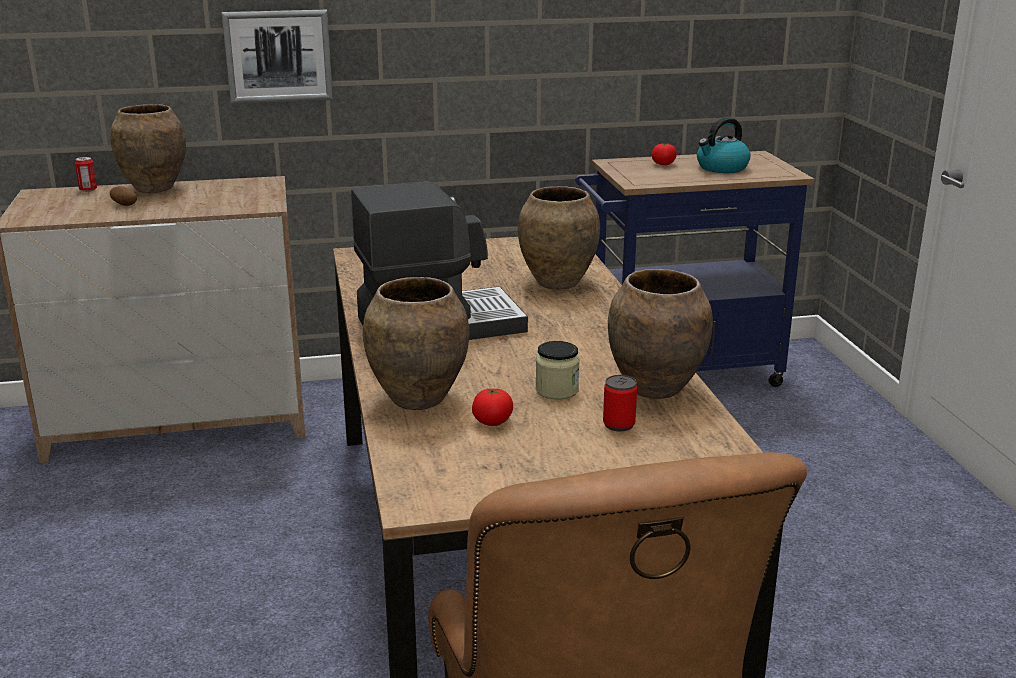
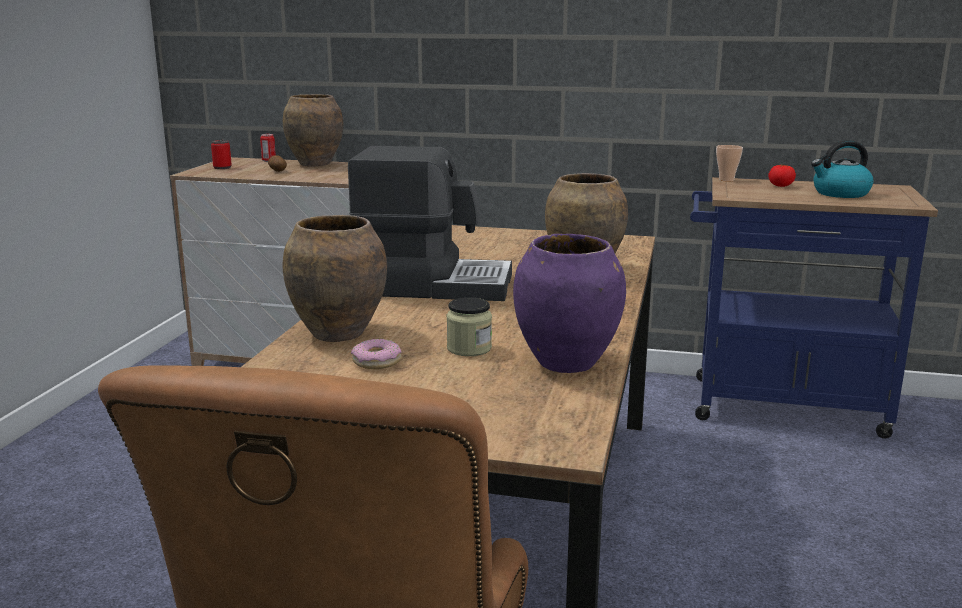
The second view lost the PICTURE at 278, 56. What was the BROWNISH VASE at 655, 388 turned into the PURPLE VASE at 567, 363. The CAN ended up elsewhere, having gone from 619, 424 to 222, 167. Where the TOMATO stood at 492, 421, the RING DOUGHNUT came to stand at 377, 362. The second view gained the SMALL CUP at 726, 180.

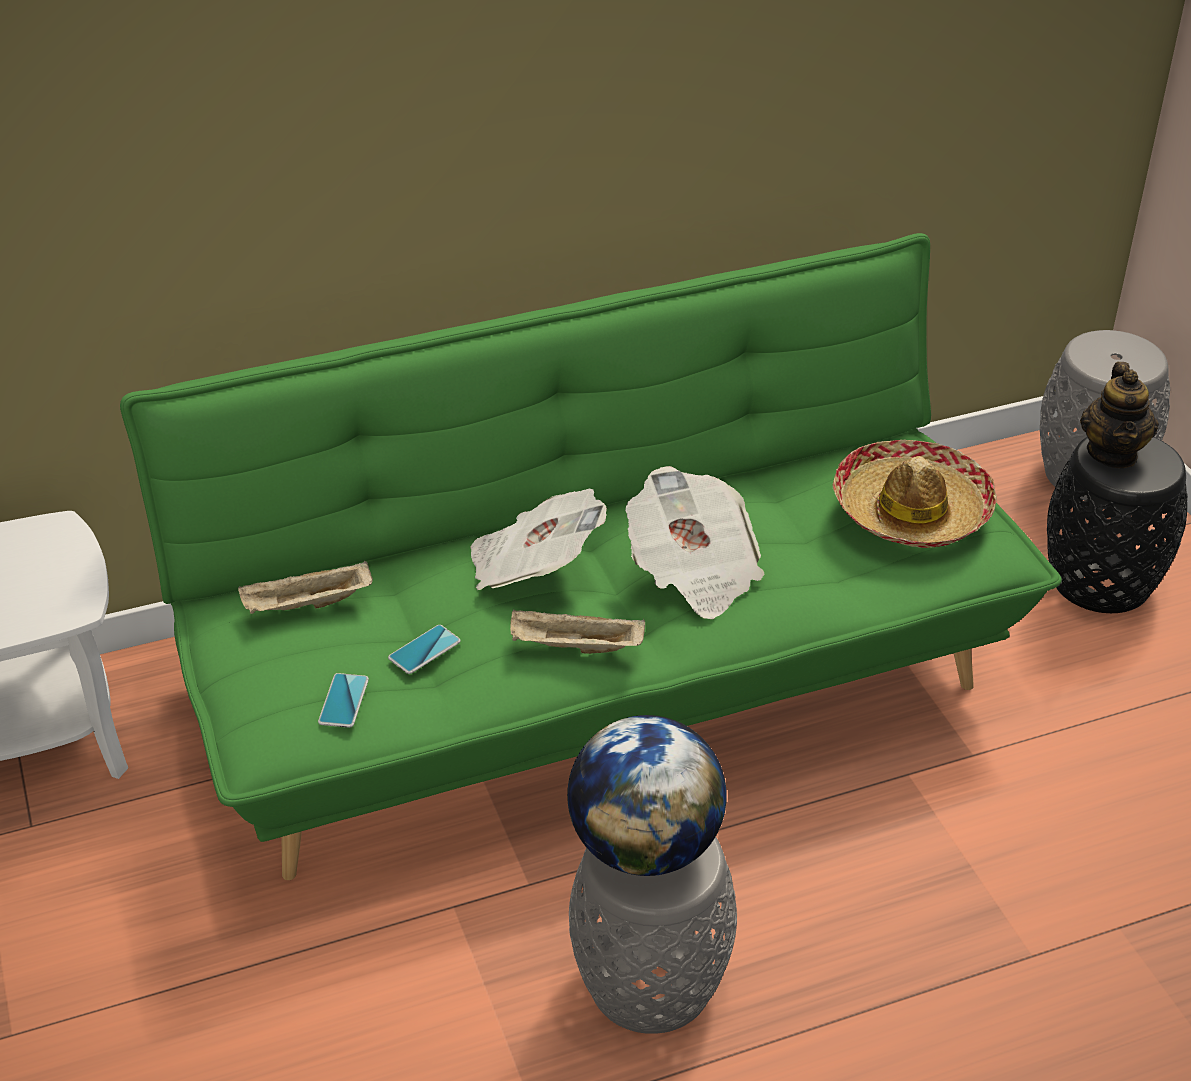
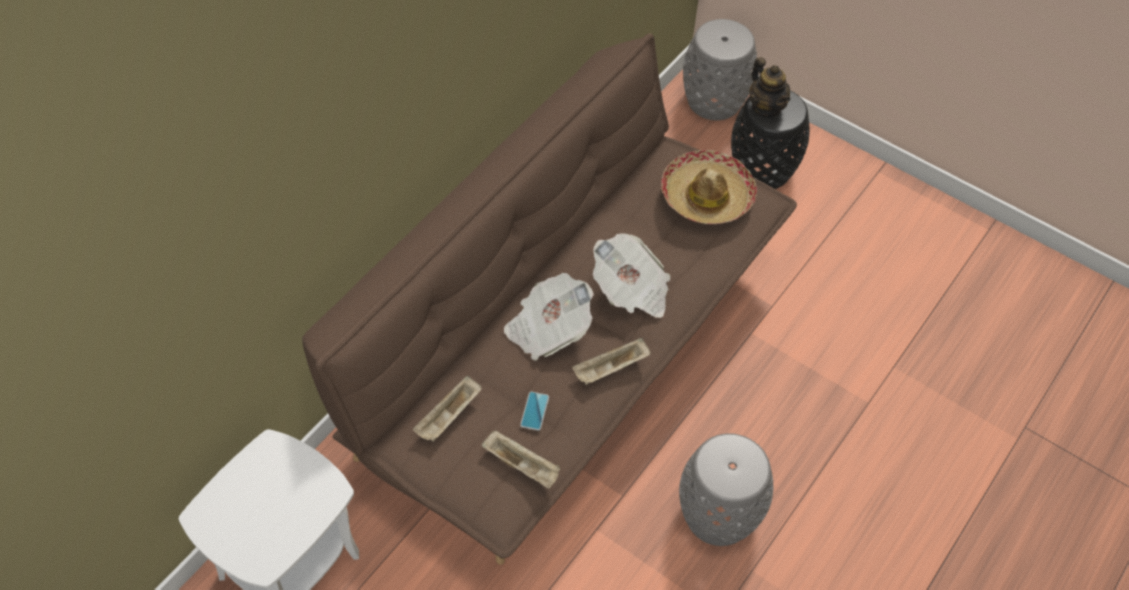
What was the GREENISH SETTEE at 595, 677 turned into the BROWNISH SETTEE at 561, 356. Where the TELEPHONE stood at 343, 701, the BEIGE TRAY came to stand at 522, 466. The second view lost the GLOBE at 645, 846.

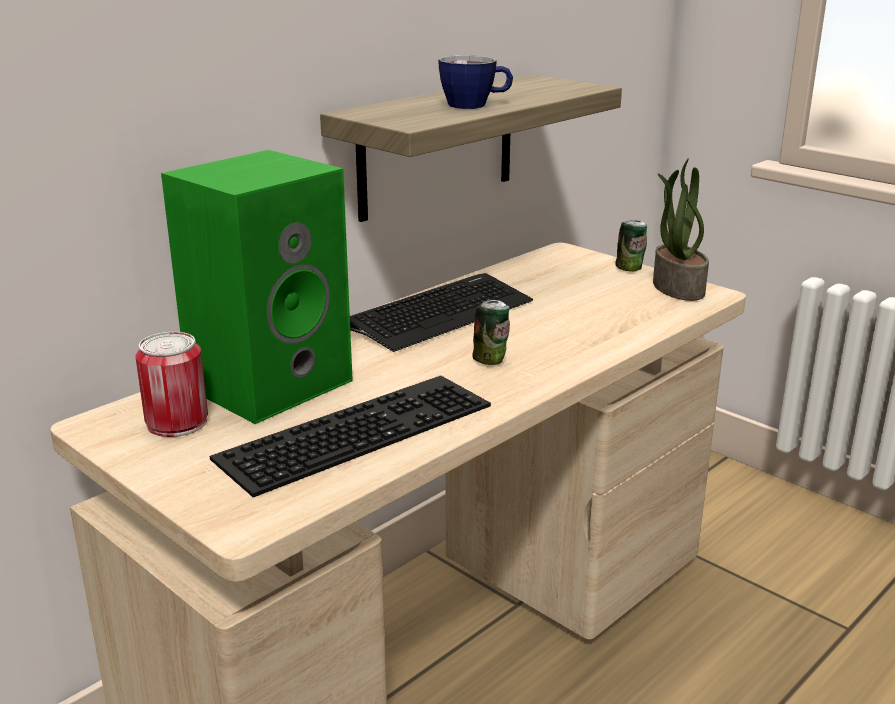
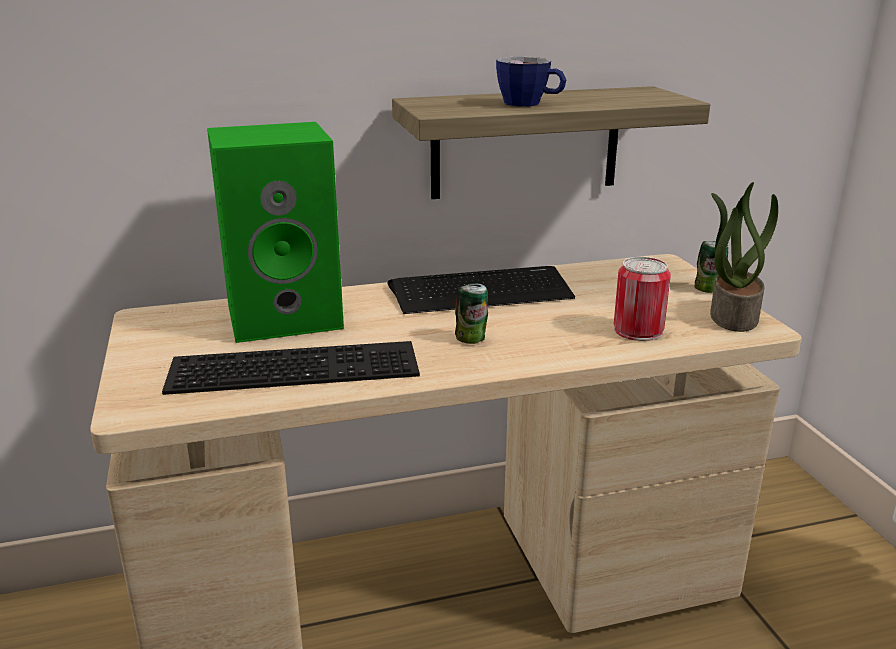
The CAN ended up elsewhere, having gone from 177, 422 to 638, 330.

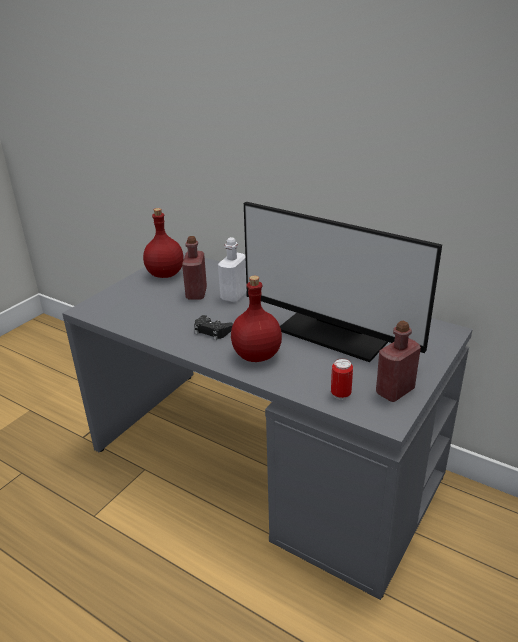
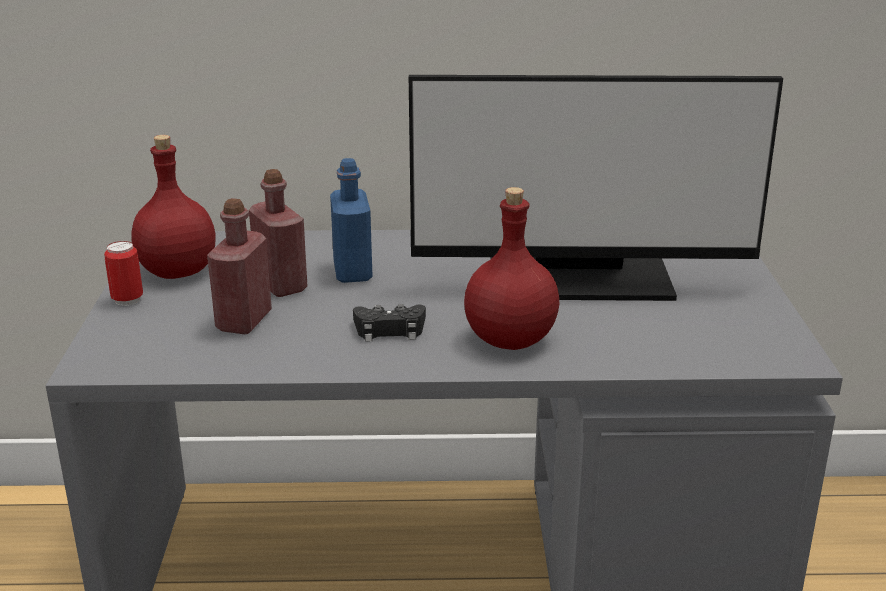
What was the WHITE BEVERAGE BOTTLE at 234, 295 turned into the BLUE-COLOURED BEVERAGE BOTTLE at 352, 272. The RED-COLOURED BEVERAGE BOTTLE ended up elsewhere, having gone from 395, 391 to 244, 321. The CAN ended up elsewhere, having gone from 340, 394 to 127, 300.

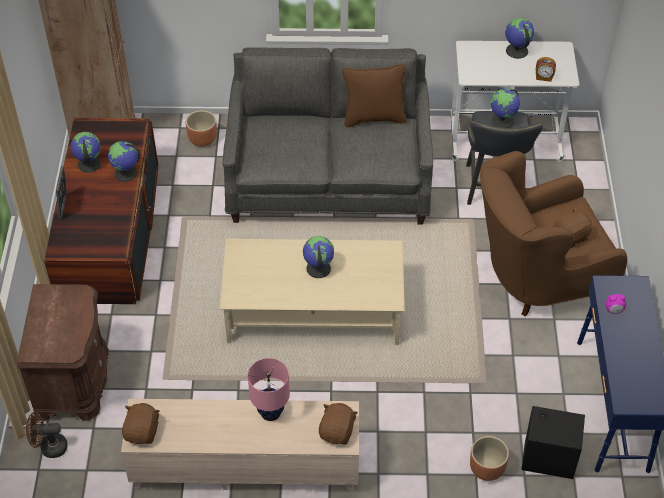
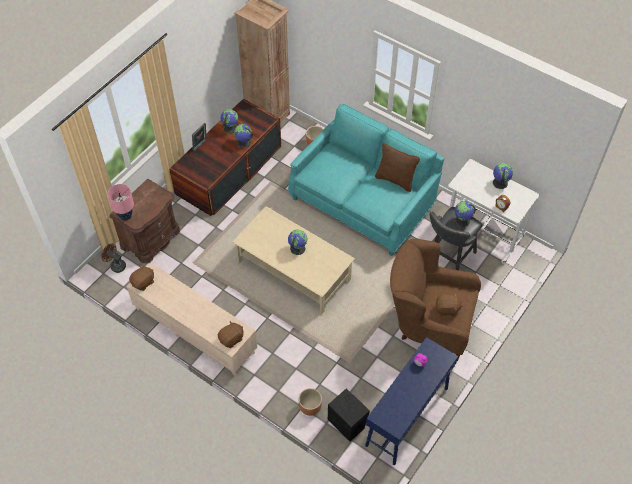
What was the GREYISH SETTEE at 329, 177 turned into the TURQUOISE-COLOURED SETTEE at 363, 201. The PINK TABLETOP LAMP ended up elsewhere, having gone from 270, 412 to 125, 215.

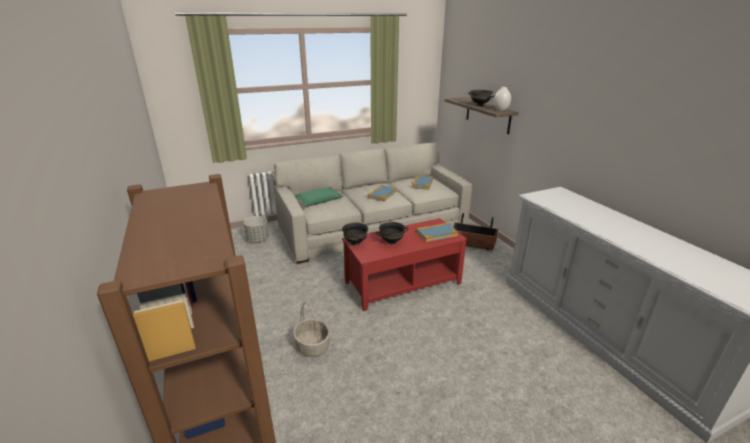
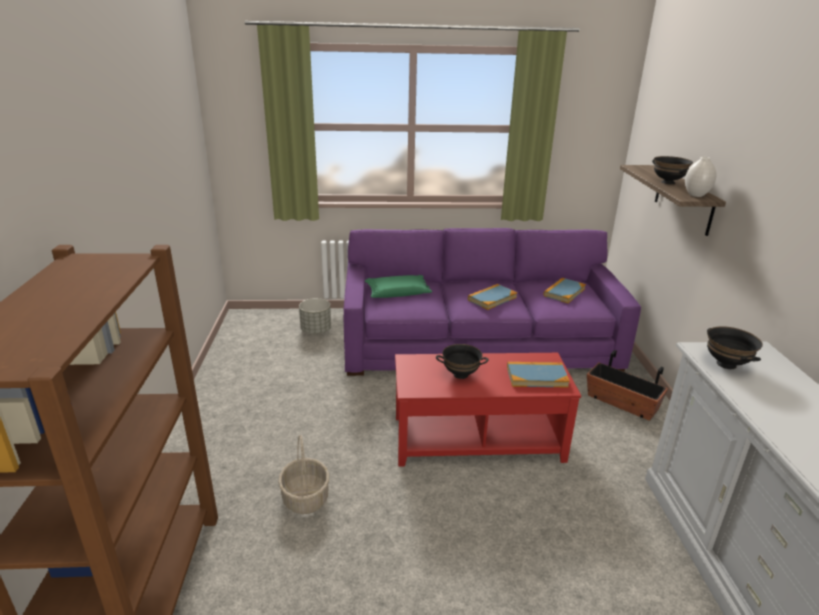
What was the BEIGE SETTEE at 373, 227 turned into the PURPLE SETTEE at 478, 343. The BLACK-COLOURED DEEP DISH ended up elsewhere, having gone from 355, 242 to 726, 364.

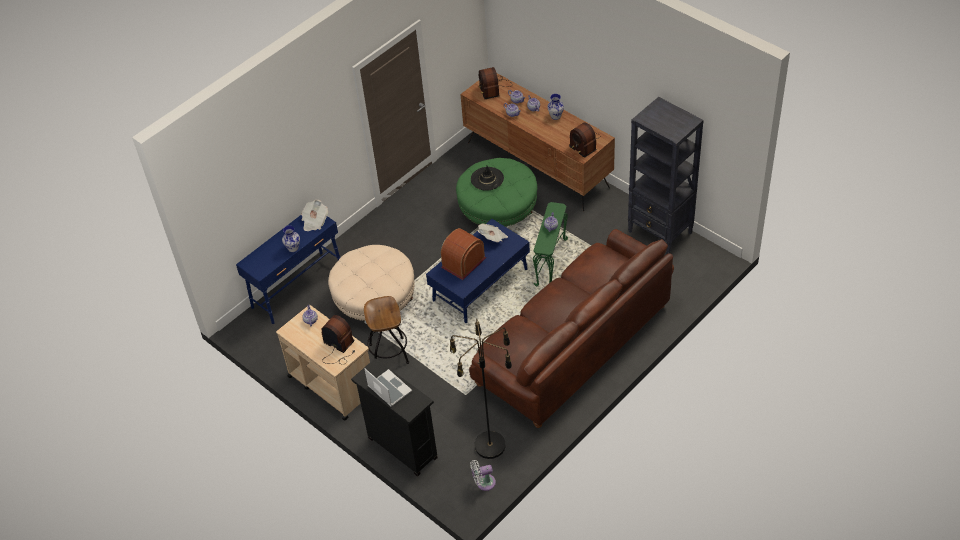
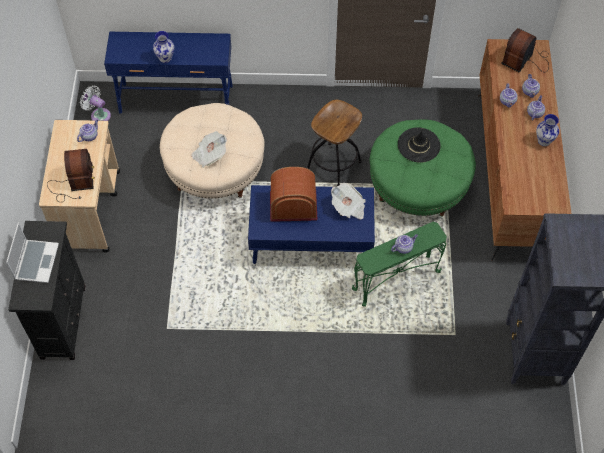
The second view lost the RADIO SET at 584, 143. The NEWSPAPER ended up elsewhere, having gone from 314, 221 to 209, 155. The second view lost the BROWNISH SETTEE at 572, 344. The BROWNISH STOOL SEAT ended up elsewhere, having gone from 389, 353 to 334, 164. The second view lost the STANDING LAMP at 490, 445. The WHITE ELECTRIC FAN ended up elsewhere, having gone from 483, 483 to 99, 115.

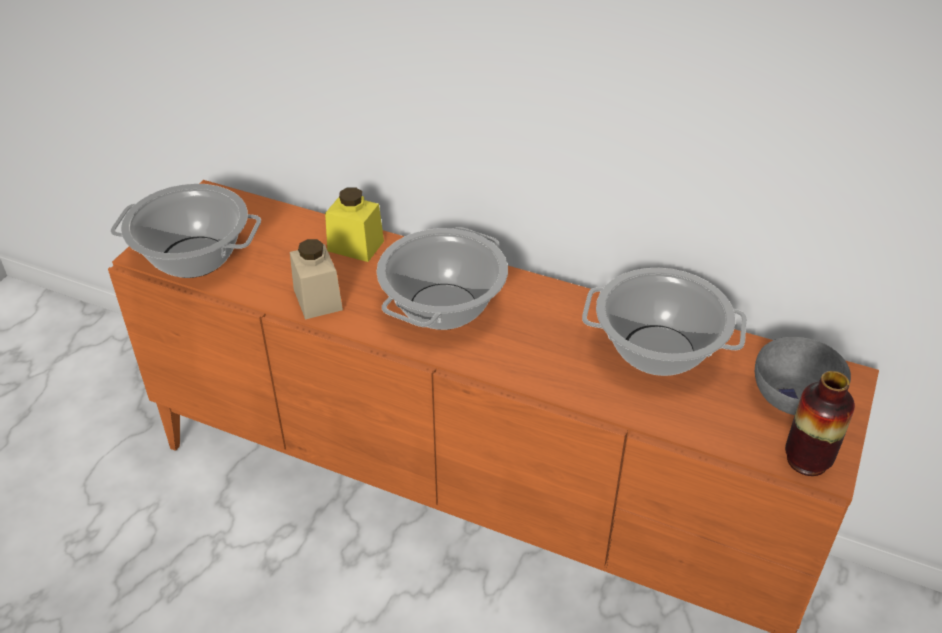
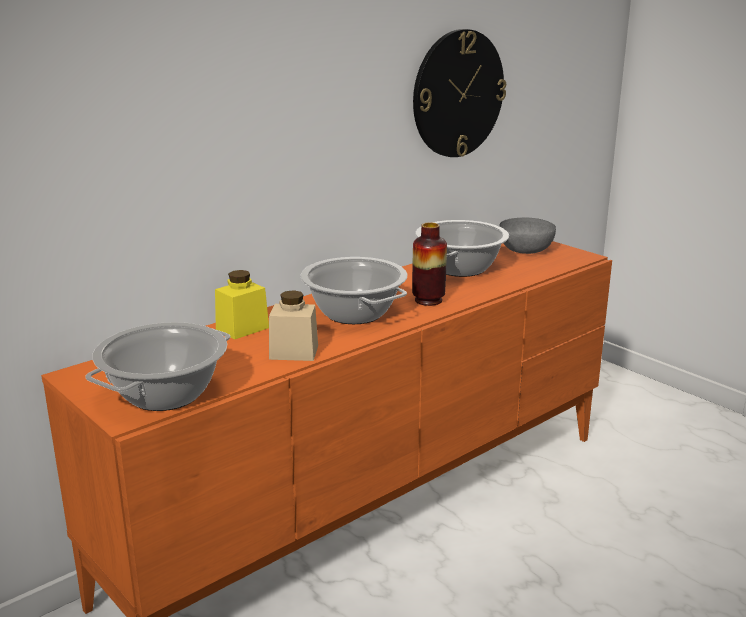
The VASE ended up elsewhere, having gone from 807, 460 to 428, 300. The second view gained the WALL CLOCK at 458, 94.

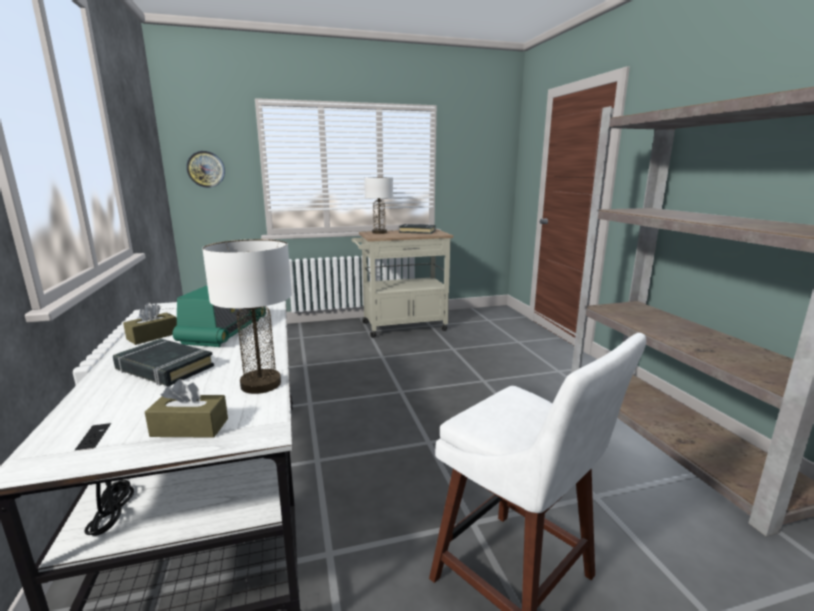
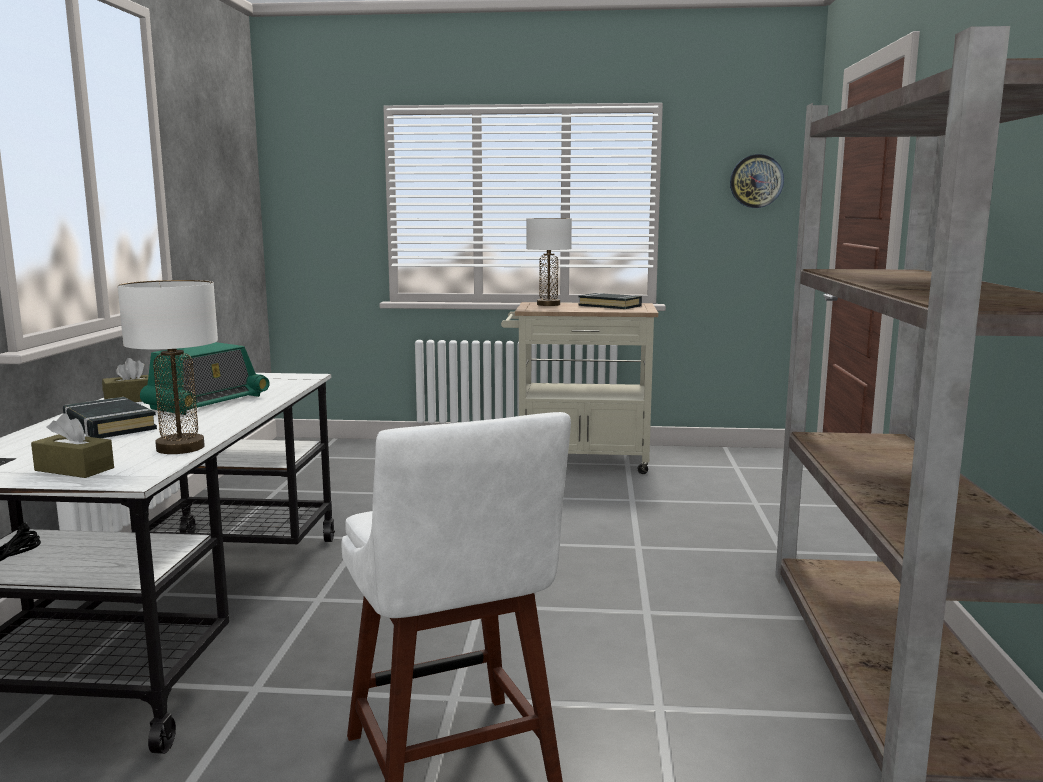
The WALL CLOCK ended up elsewhere, having gone from 206, 169 to 756, 181.

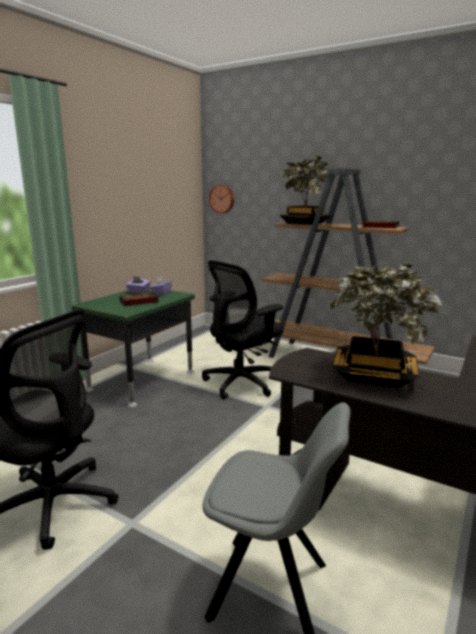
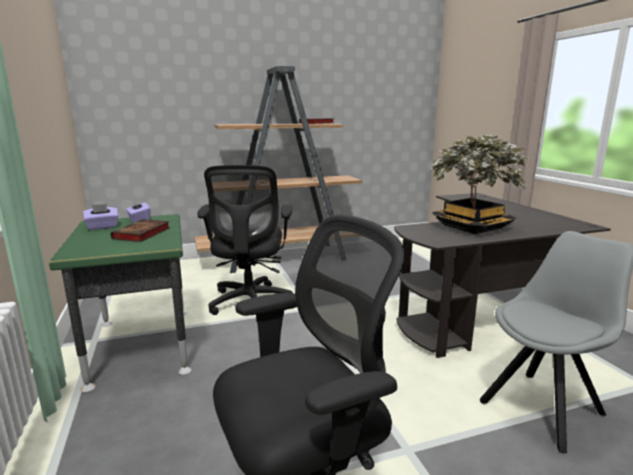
The second view lost the POTTED PLANT at 305, 223. The second view lost the WALL CLOCK at 222, 199.

